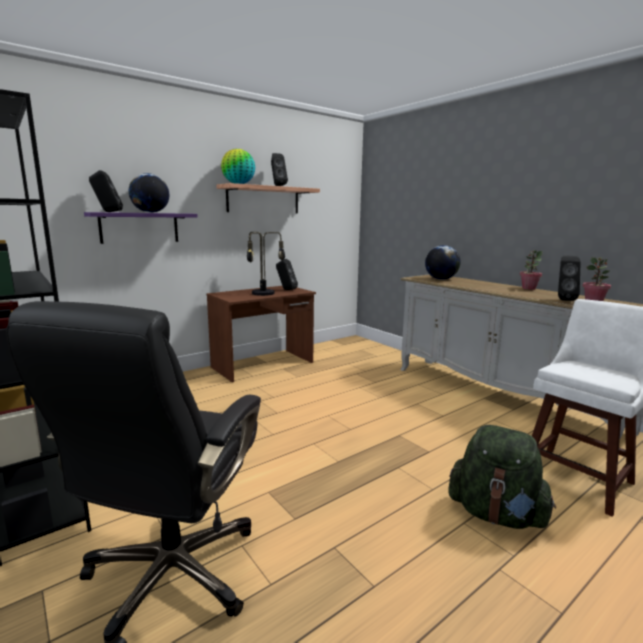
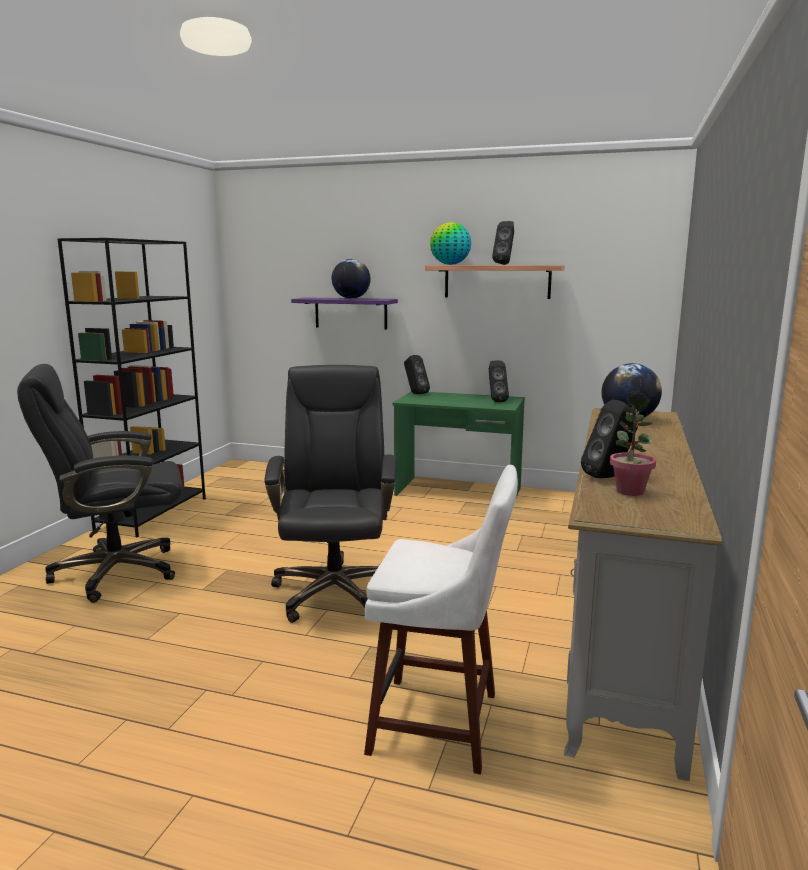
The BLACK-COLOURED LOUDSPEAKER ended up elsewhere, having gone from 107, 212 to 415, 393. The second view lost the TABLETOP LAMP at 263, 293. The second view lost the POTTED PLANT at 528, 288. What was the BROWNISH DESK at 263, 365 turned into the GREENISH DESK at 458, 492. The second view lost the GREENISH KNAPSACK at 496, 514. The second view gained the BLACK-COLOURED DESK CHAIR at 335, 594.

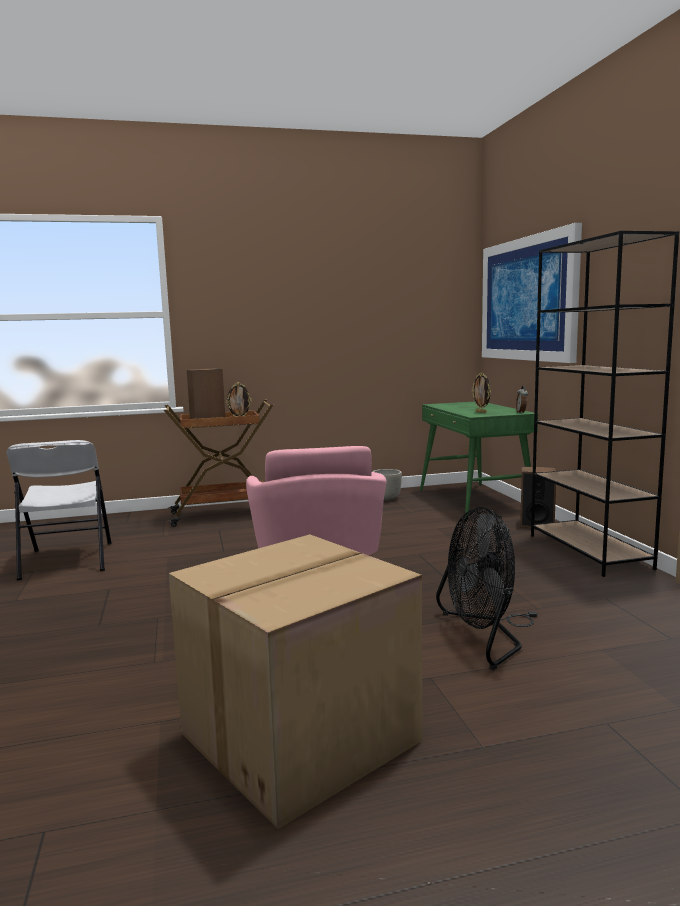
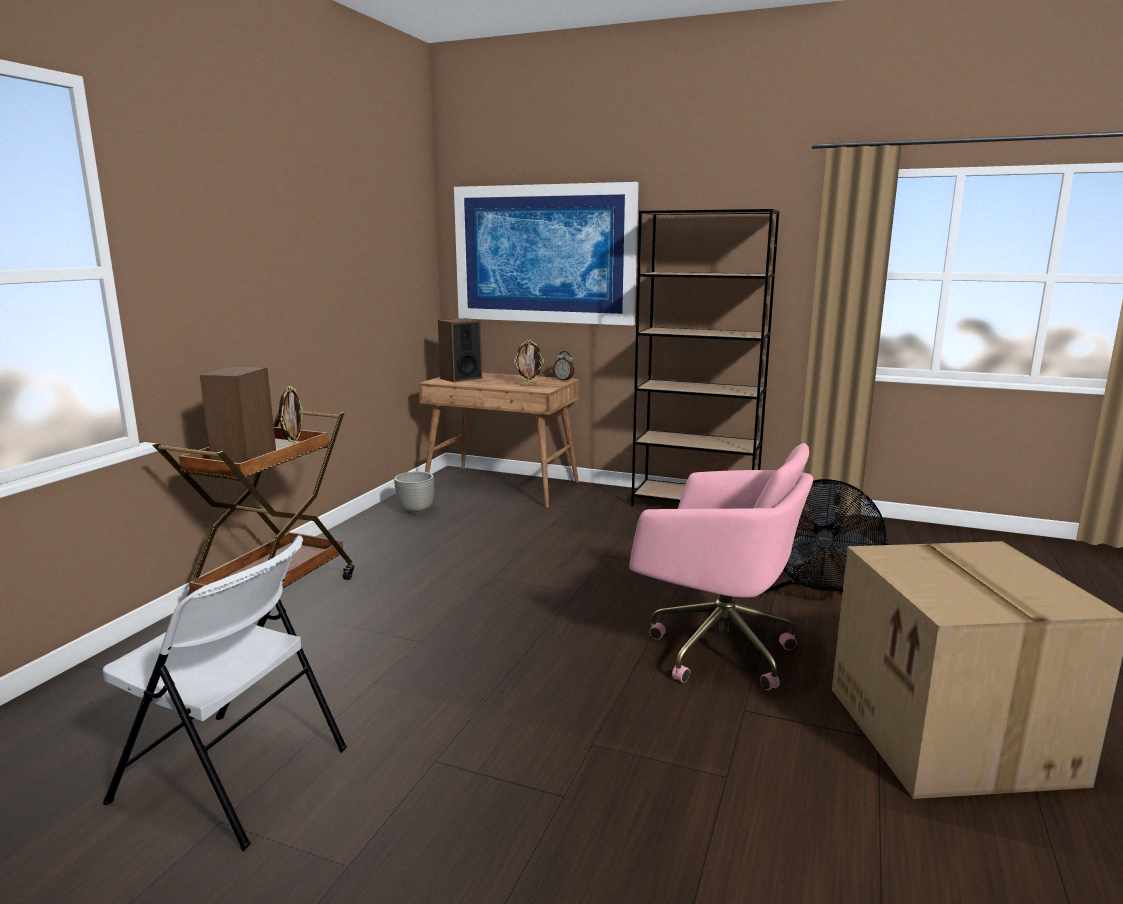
What was the GREENISH DESK at 474, 501 turned into the BROWNISH DESK at 503, 487. The LOUDSPEAKER ended up elsewhere, having gone from 536, 524 to 460, 378.

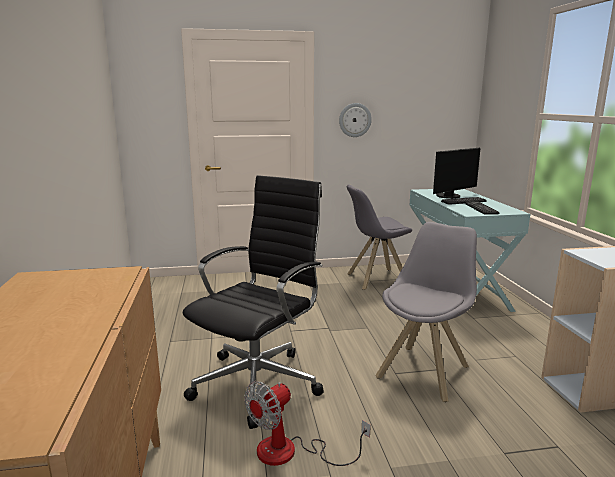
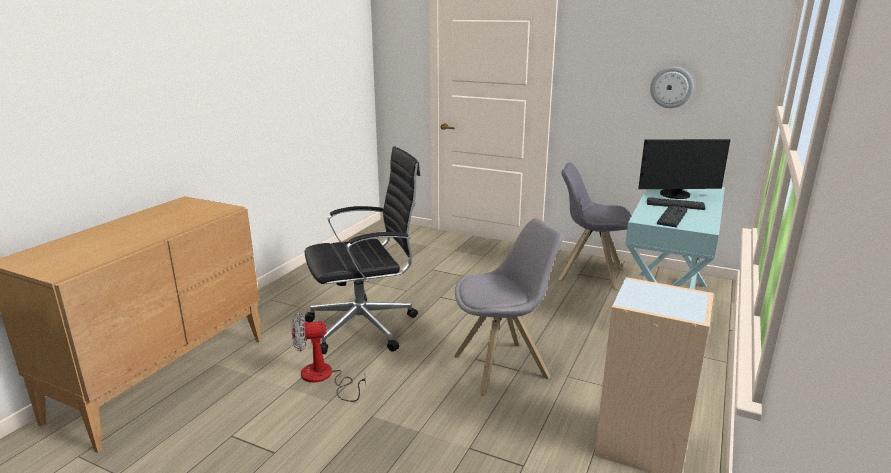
The WALL CLOCK ended up elsewhere, having gone from 355, 120 to 671, 87.

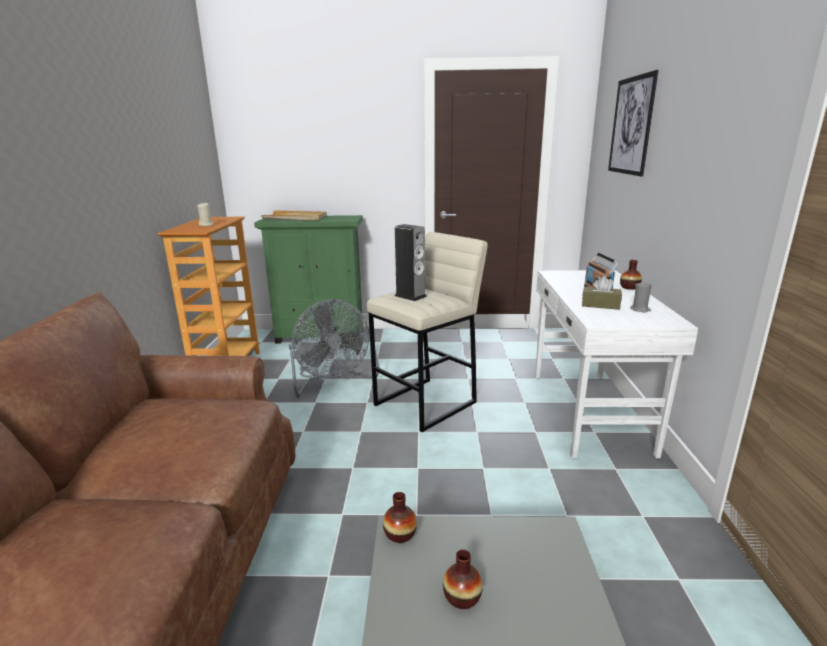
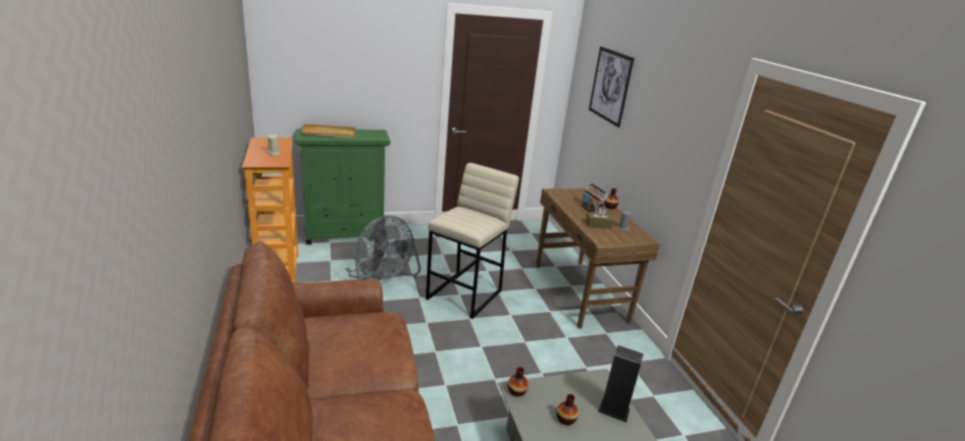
The LOUDSPEAKER ended up elsewhere, having gone from 410, 296 to 614, 410. What was the WHITE HALL TABLE at 589, 412 turned into the BROWNISH HALL TABLE at 580, 293.

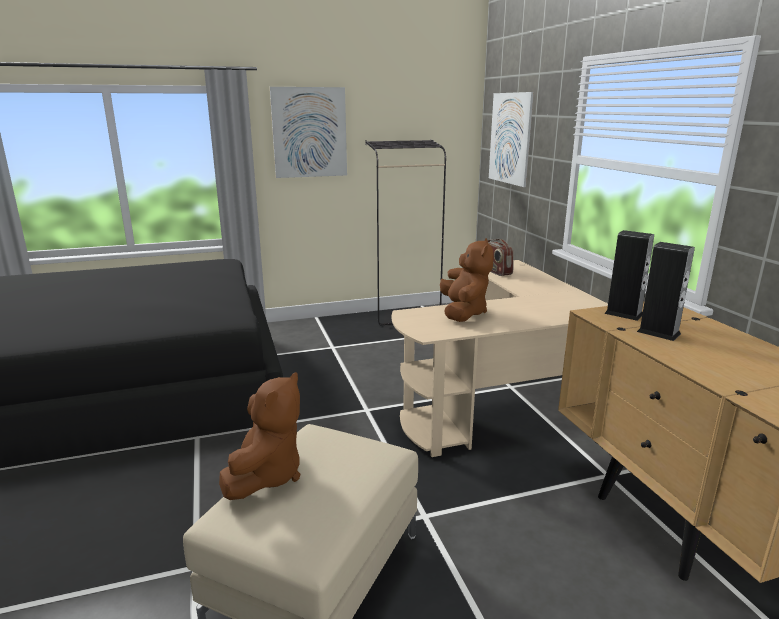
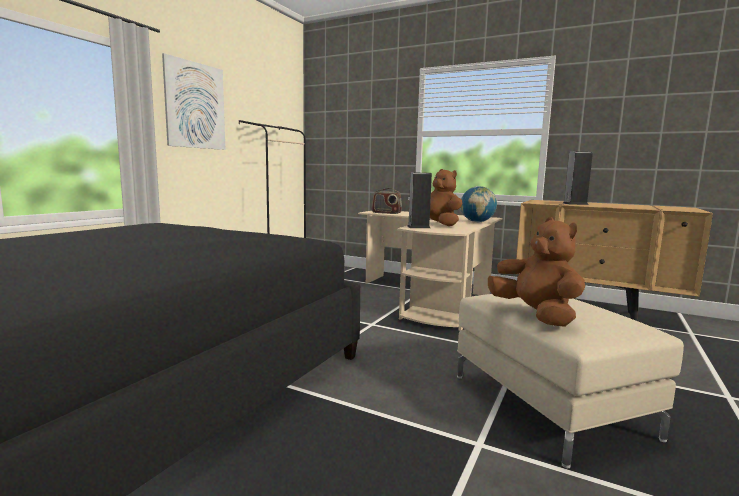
The second view lost the PICTURE at 510, 138. The LOUDSPEAKER ended up elsewhere, having gone from 623, 314 to 418, 227. The second view gained the GLOBE at 477, 222.

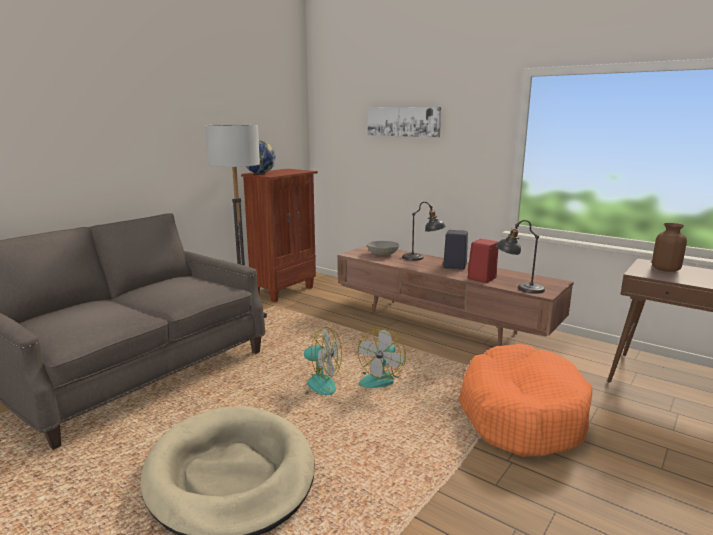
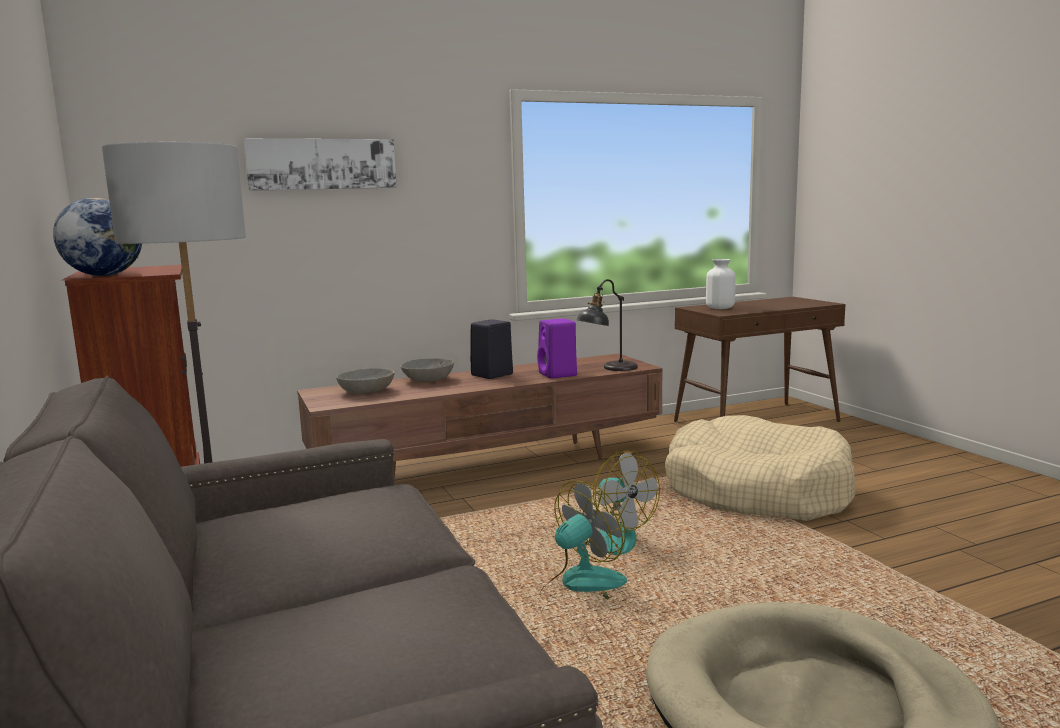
Where the GREYISH TABLETOP LAMP stood at 422, 258, the GREYISH DEEP DISH came to stand at 428, 380. What was the BROWNISH VASE at 665, 269 turned into the WHITE VASE at 720, 308. What was the RED-COLOURED LOUDSPEAKER at 481, 279 turned into the PURPLE LOUDSPEAKER at 558, 374. What was the ORANGE DOG BED at 521, 414 turned into the BEIGE DOG BED at 757, 491.

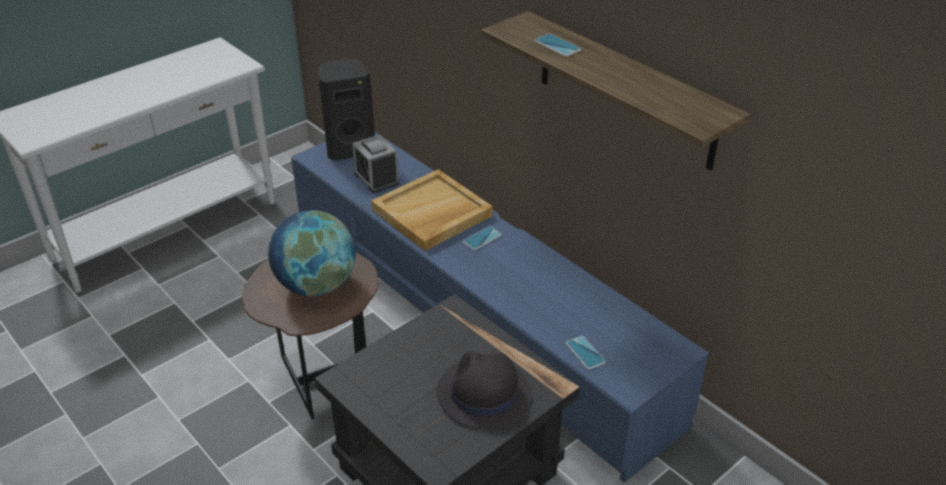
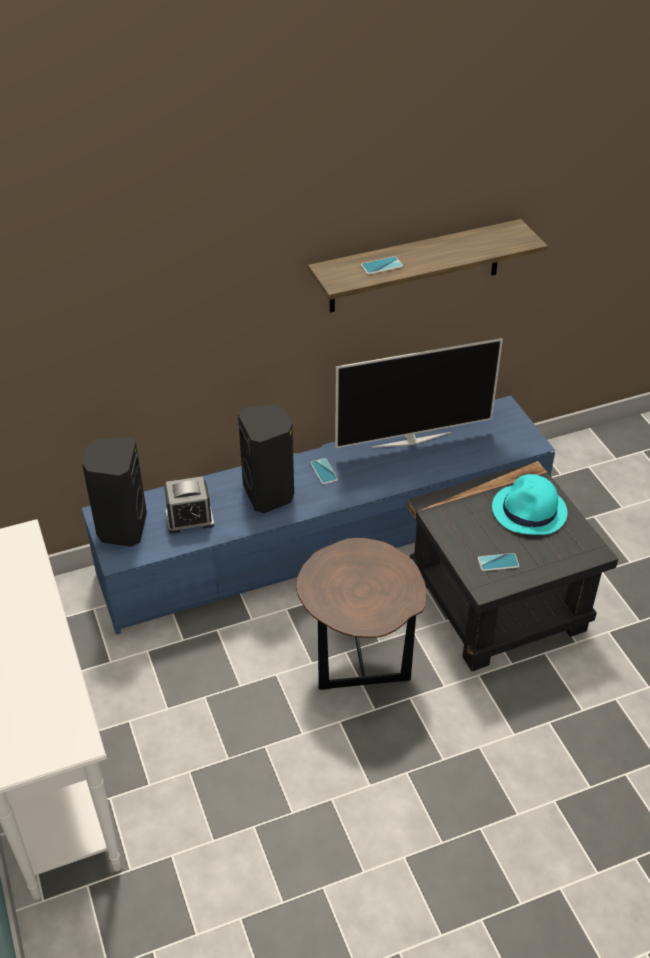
Where the BEIGE TRAY stood at 431, 213, the BLACK-COLOURED LOUDSPEAKER came to stand at 269, 494. The second view lost the GLOBE at 316, 285. The TELEPHONE ended up elsewhere, having gone from 585, 353 to 498, 562. What was the BLACK-COLOURED HAT at 483, 393 turned into the TURQUOISE-COLOURED HAT at 529, 511. The second view gained the TV SET at 411, 439.

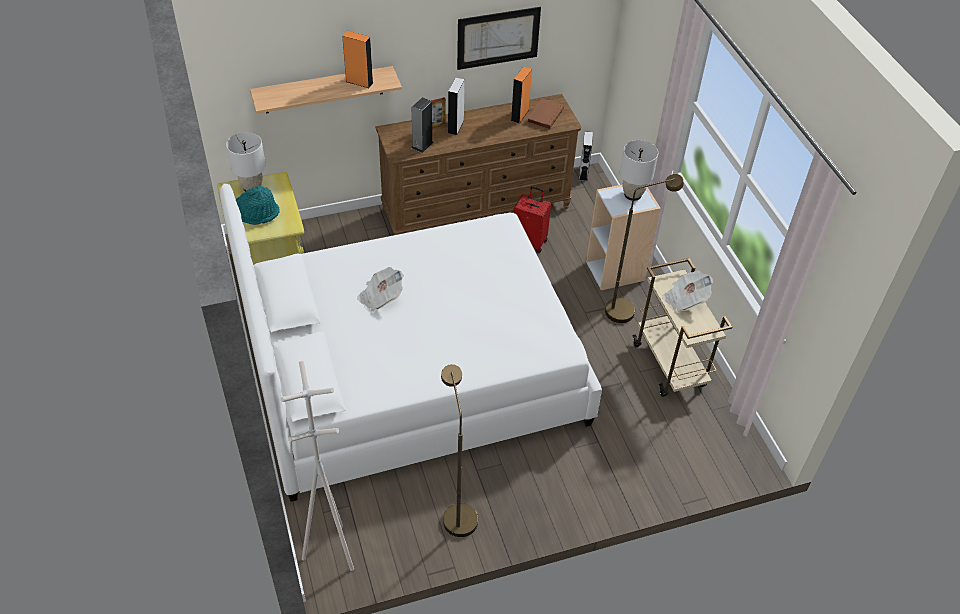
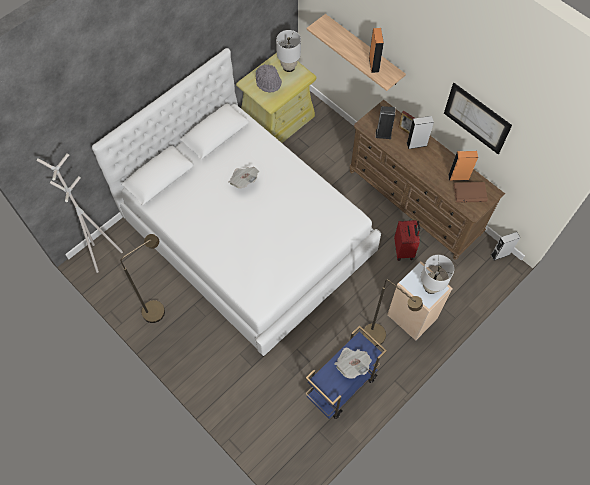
What was the TURQUOISE-COLOURED HAT at 257, 213 turned into the GREYISH HAT at 268, 82. What was the BEIGE TROLLEY at 669, 368 turned into the BLUE-COLOURED TROLLEY at 340, 388.

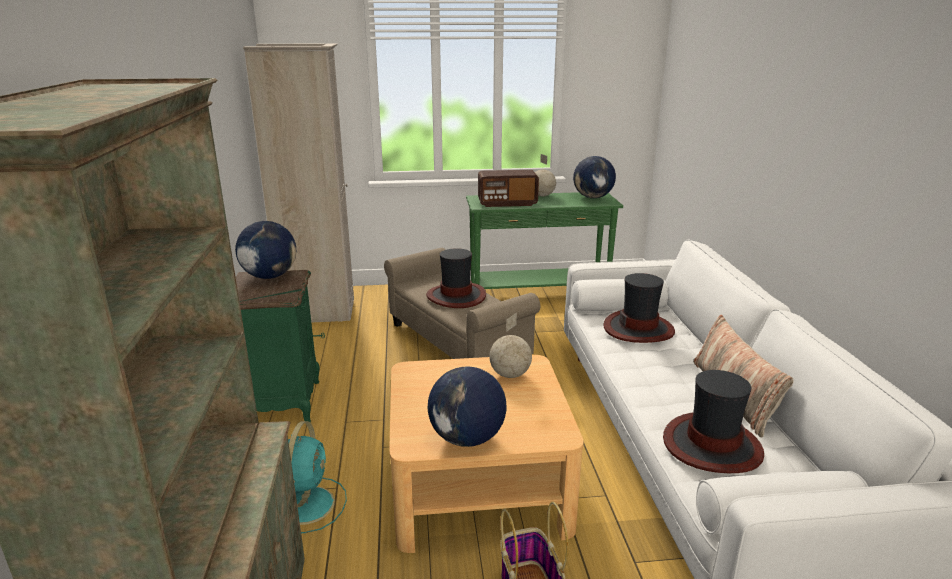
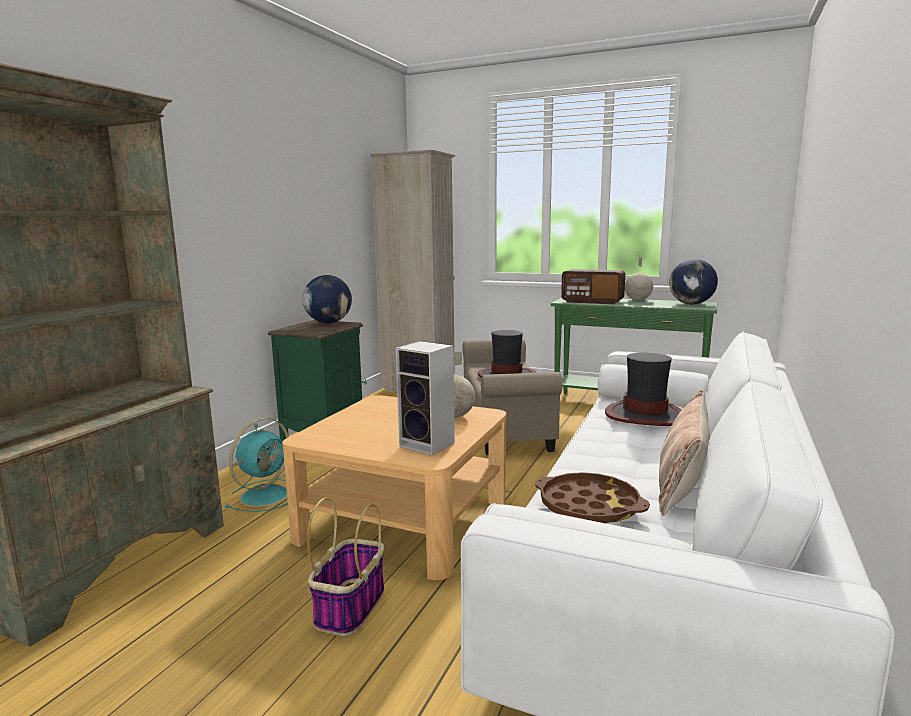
The second view lost the GLOBE at 467, 439. Where the HAT stood at 711, 445, the BROWNISH TRAY came to stand at 589, 506. The second view gained the LOUDSPEAKER at 429, 444.

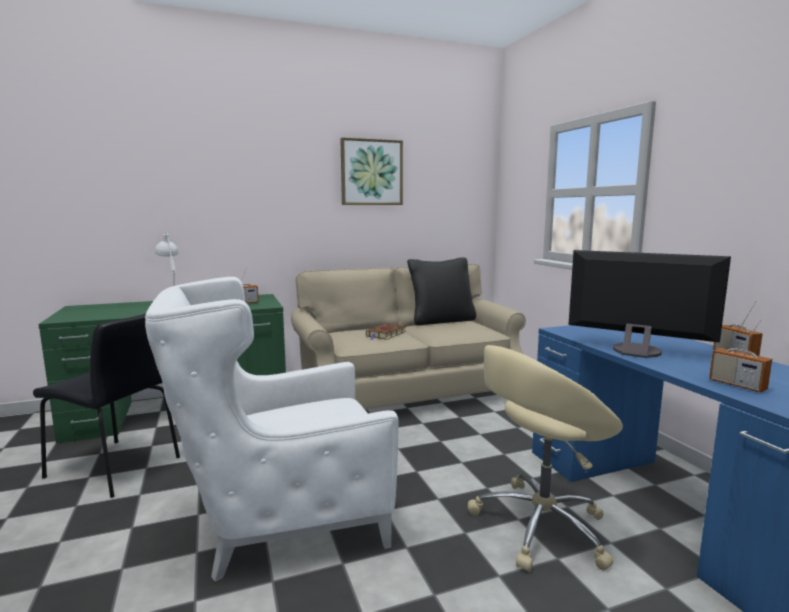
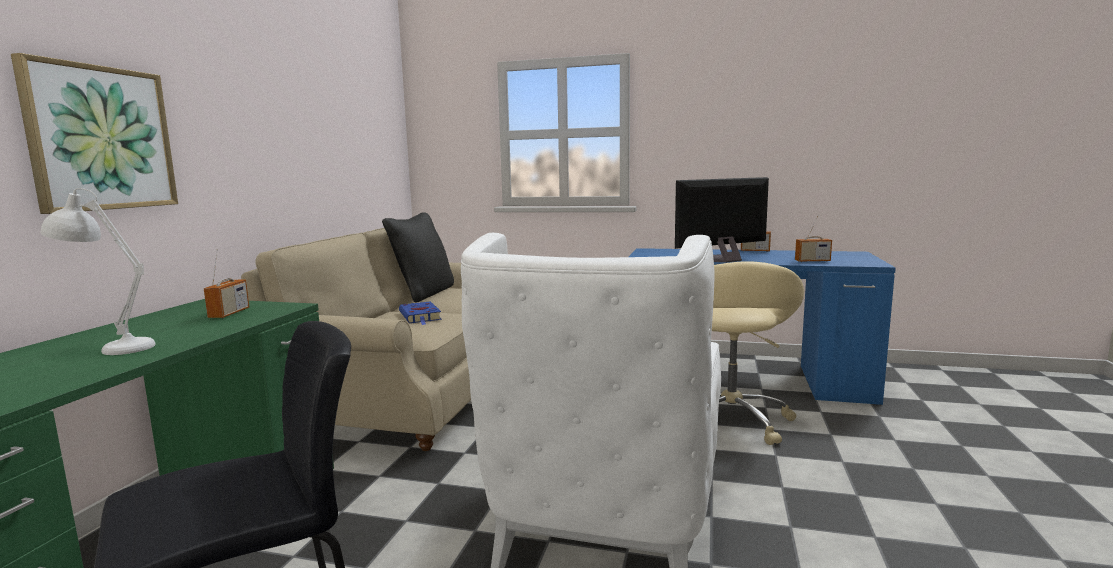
The PICTURE ended up elsewhere, having gone from 371, 172 to 101, 138. What was the BROWNISH VOLUME at 385, 334 turned into the BLUE-COLOURED VOLUME at 420, 316.

